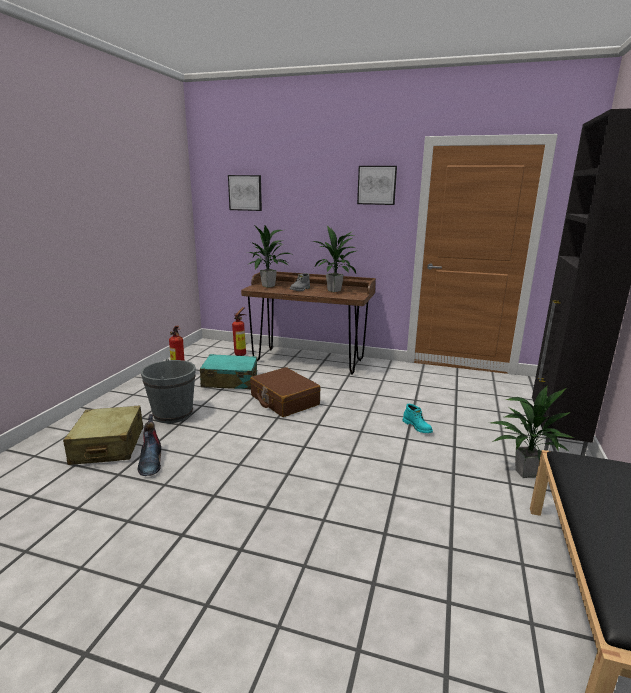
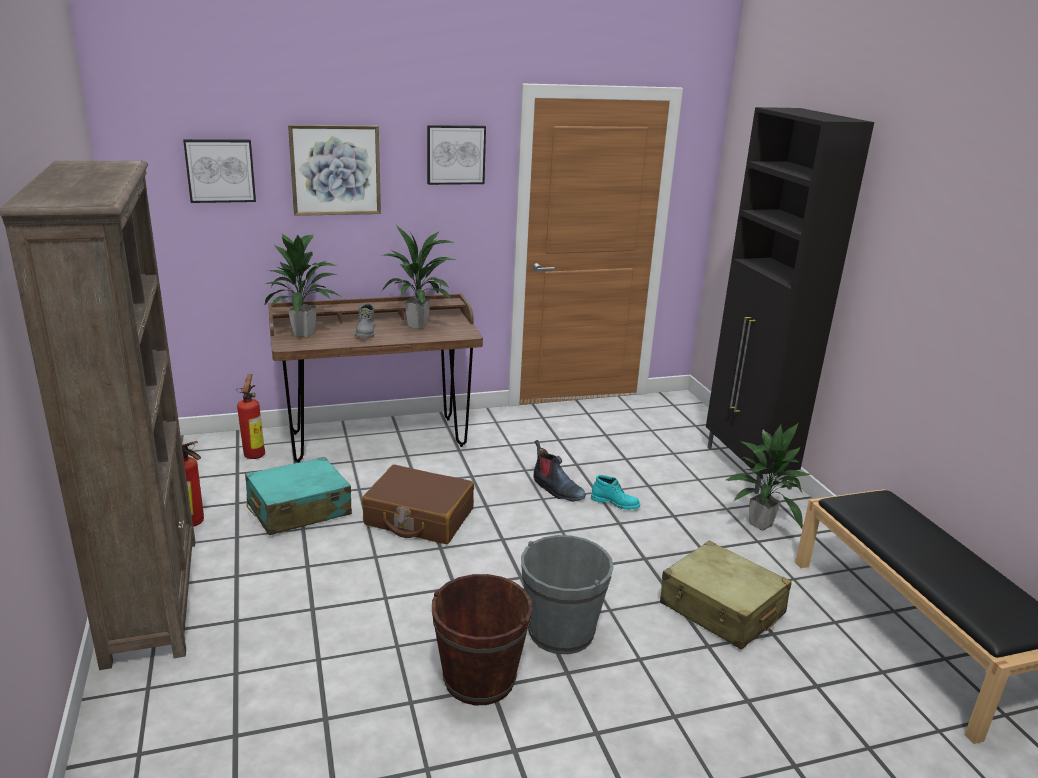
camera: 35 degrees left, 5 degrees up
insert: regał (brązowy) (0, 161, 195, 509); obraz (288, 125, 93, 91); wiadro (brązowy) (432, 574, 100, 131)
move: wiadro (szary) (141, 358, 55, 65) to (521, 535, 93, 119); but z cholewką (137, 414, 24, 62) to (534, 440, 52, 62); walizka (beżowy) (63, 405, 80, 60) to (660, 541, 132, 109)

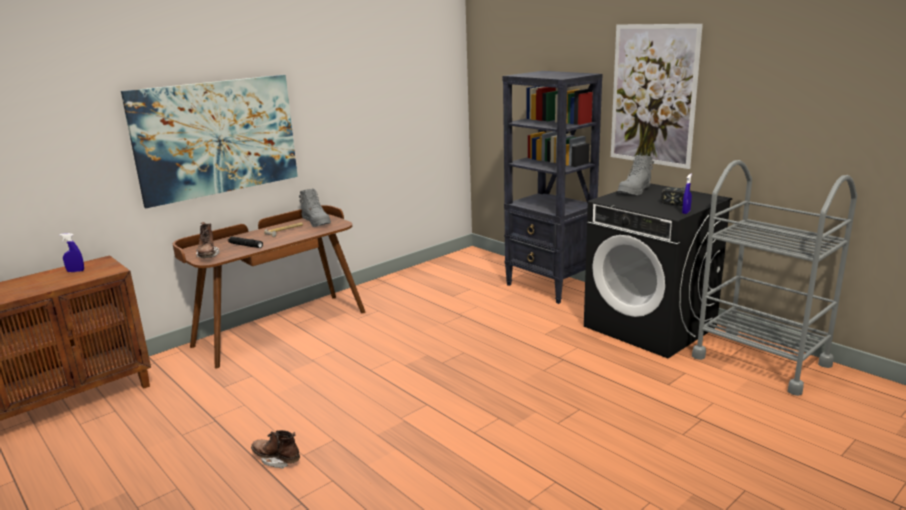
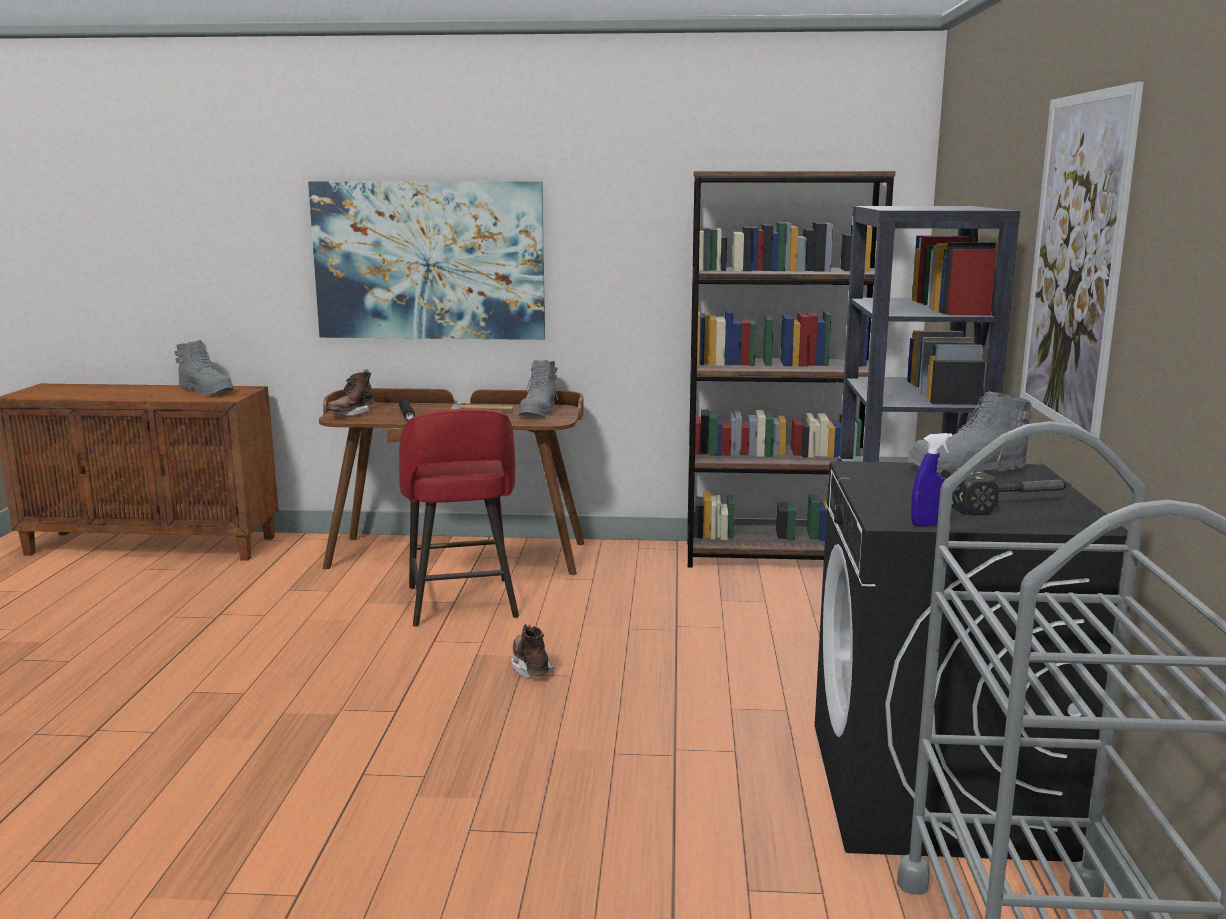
camera: 45 degrees right, 5 degrees down
insert: stołek (czerwony) (399, 409, 120, 218); regał (brązowy) (687, 171, 208, 397)
move: but z cholewką (brązowy) (251, 430, 49, 39) to (511, 624, 44, 55)
replace: spryskiwacz (niebieski) (59, 233, 25, 39) to but z cholewką (szary) (175, 340, 59, 56)

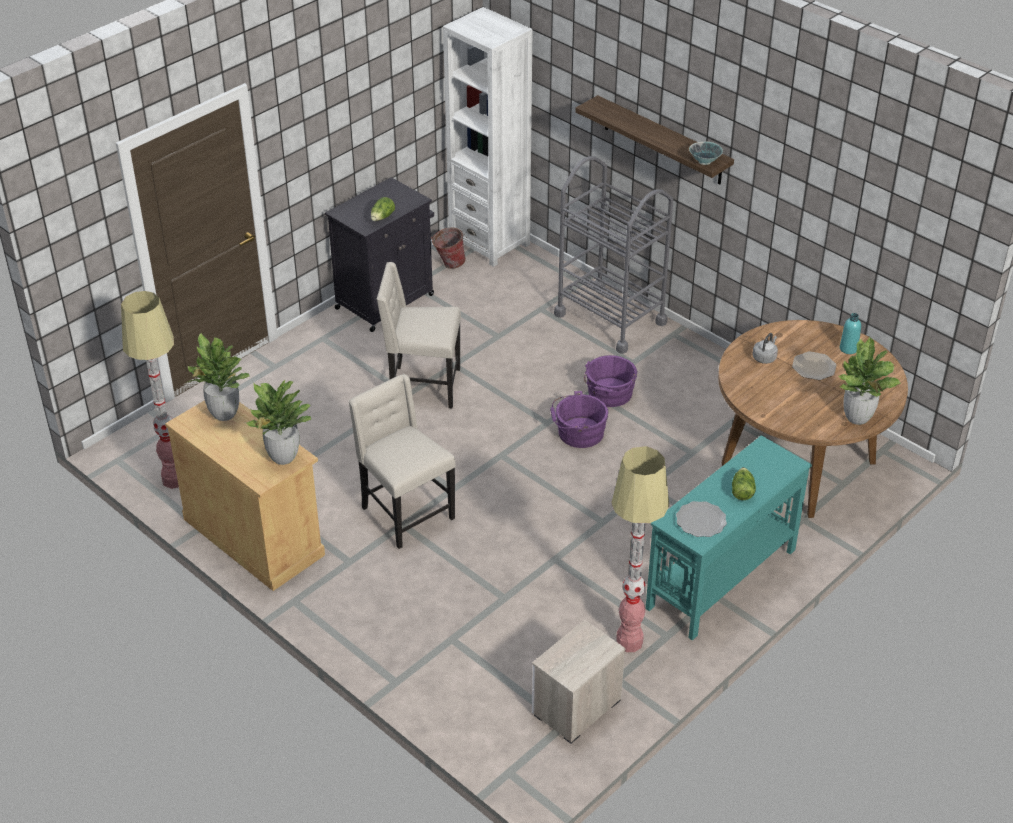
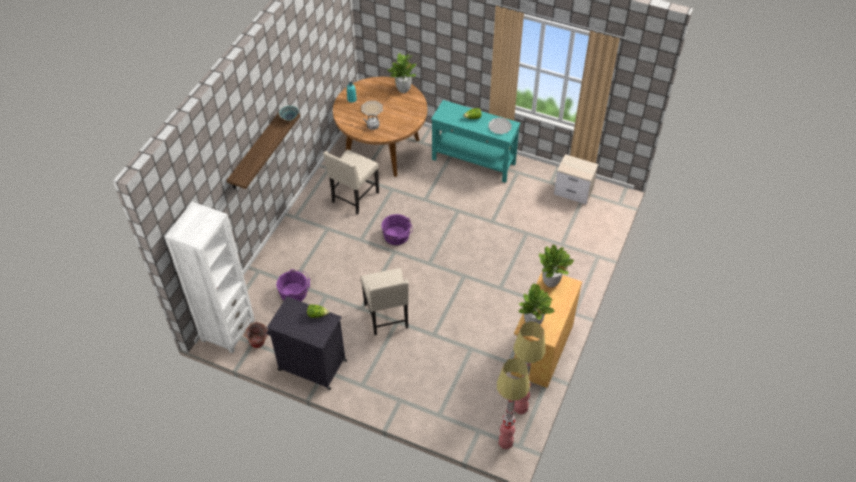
camera: 110 degrees left, 10 degrees up
delete: wózek (szary) (554, 156, 119, 198)
move: wiadro (fioletowy) (584, 355, 53, 52) to (276, 269, 34, 32); krzesło (beżowy) (349, 374, 107, 175) to (323, 149, 56, 66); lampa stojąca (611, 446, 59, 206) to (497, 358, 33, 91)

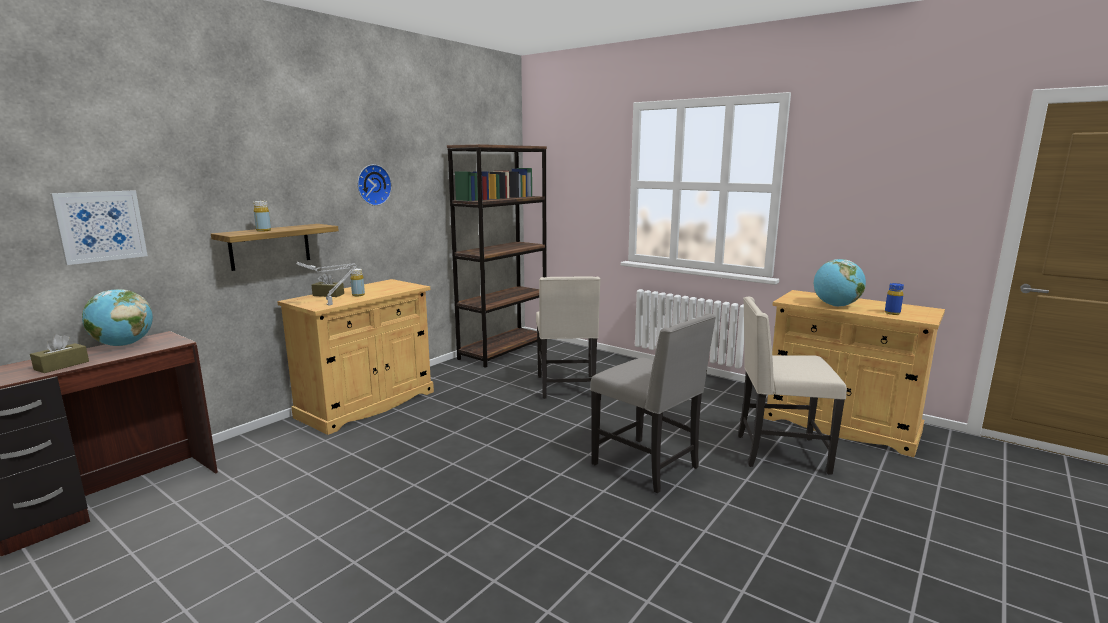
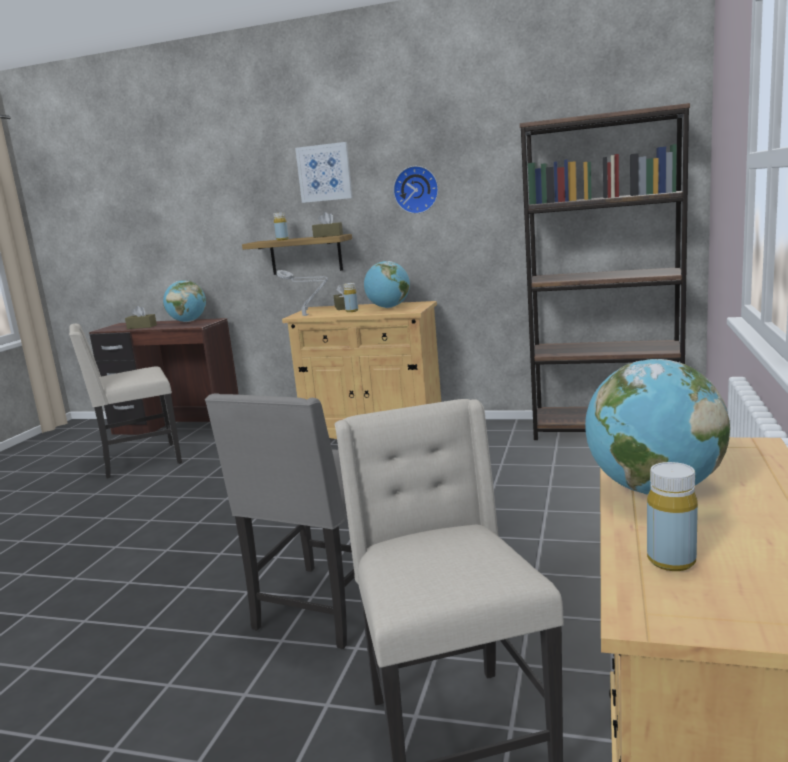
camera: 70 degrees right, 0 degrees up
insert: pudełko chusteczek (brązowy) (312, 212, 31, 26); globus (364, 261, 46, 47)
move: krzesło (beżowy) (536, 277, 65, 122) to (69, 324, 113, 154); obraz (50, 190, 98, 75) to (295, 142, 58, 61)
recolor: butelka (niebieski) (885, 283, 19, 32) to butelka (żółty) (647, 462, 51, 109)

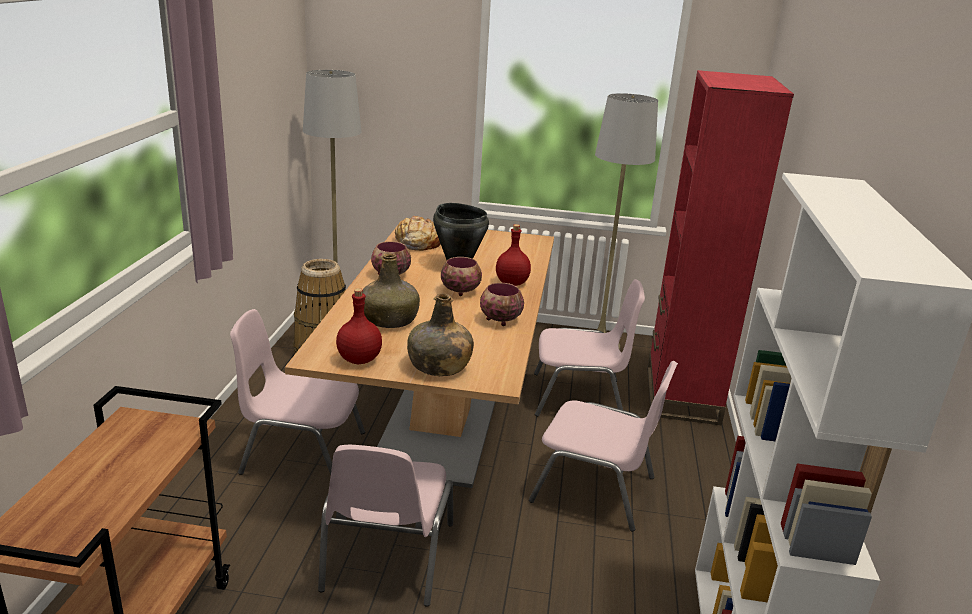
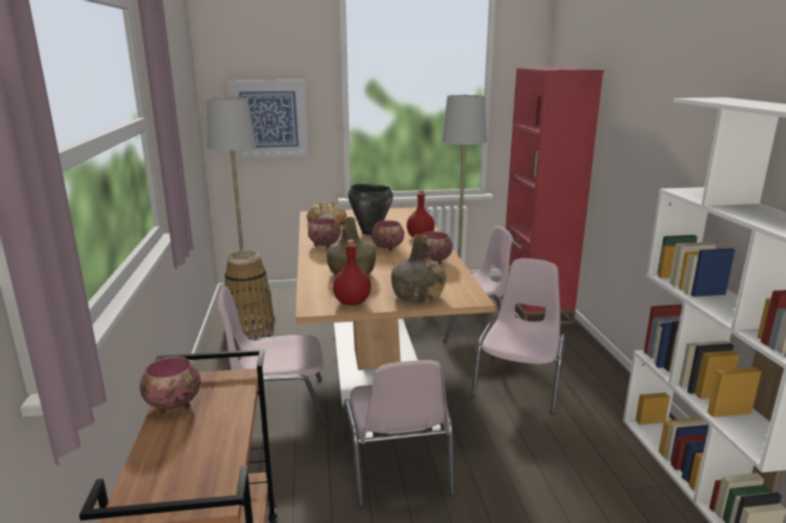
camera: 15 degrees left, 5 degrees down
insert: miska (140, 356, 61, 58); obraz (227, 80, 82, 78)
rotate: krzesło (różowy) (529, 361, 149, 170) = (471, 258, 94, 156) 75 degrees counterclockwise

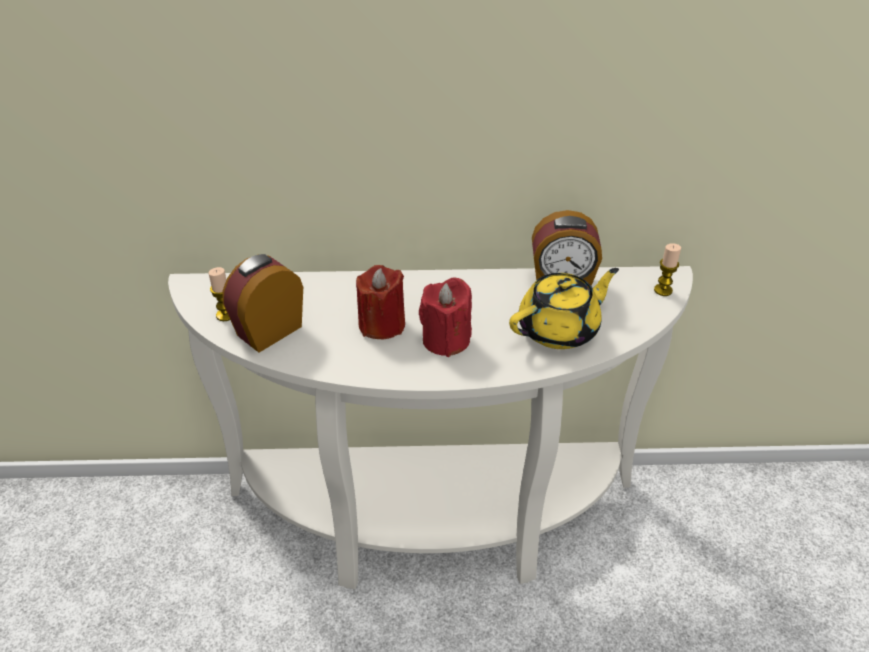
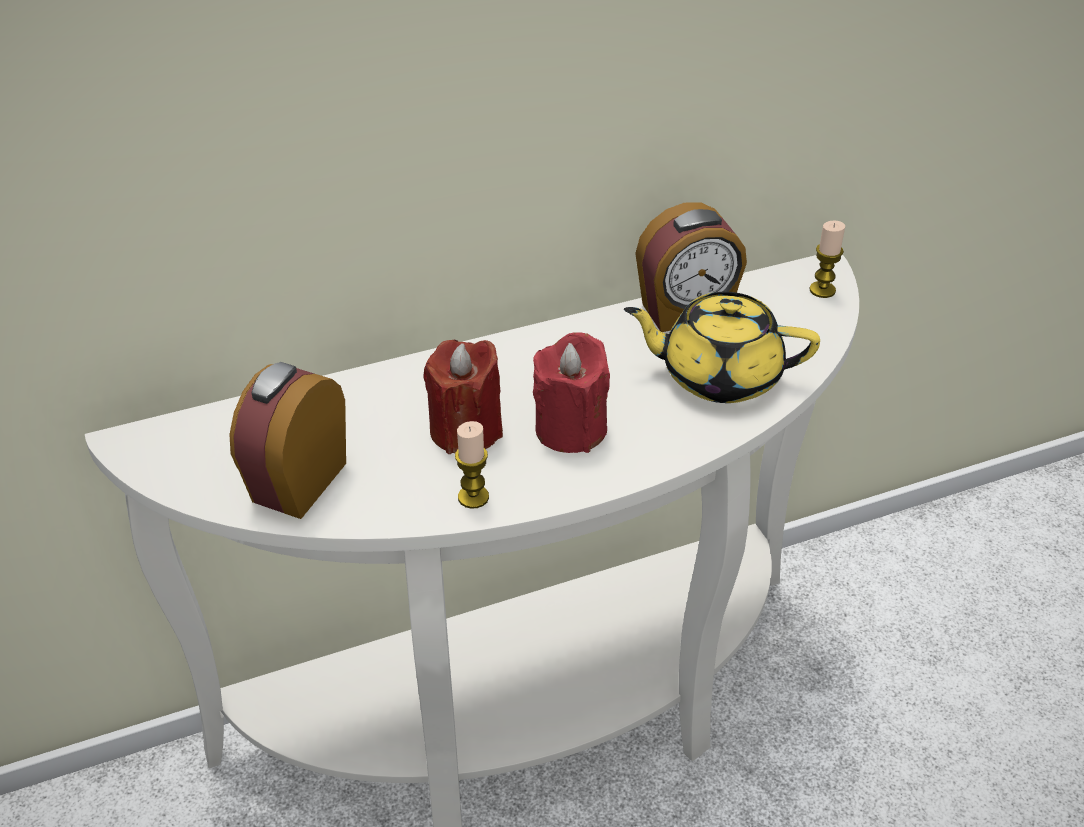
camera: 20 degrees left, 0 degrees up
move: świeca (208, 267, 22, 54) to (455, 421, 34, 88)
rotate: imbryk (żółty) (509, 268, 110, 81) = (624, 292, 196, 111) 120 degrees counterclockwise

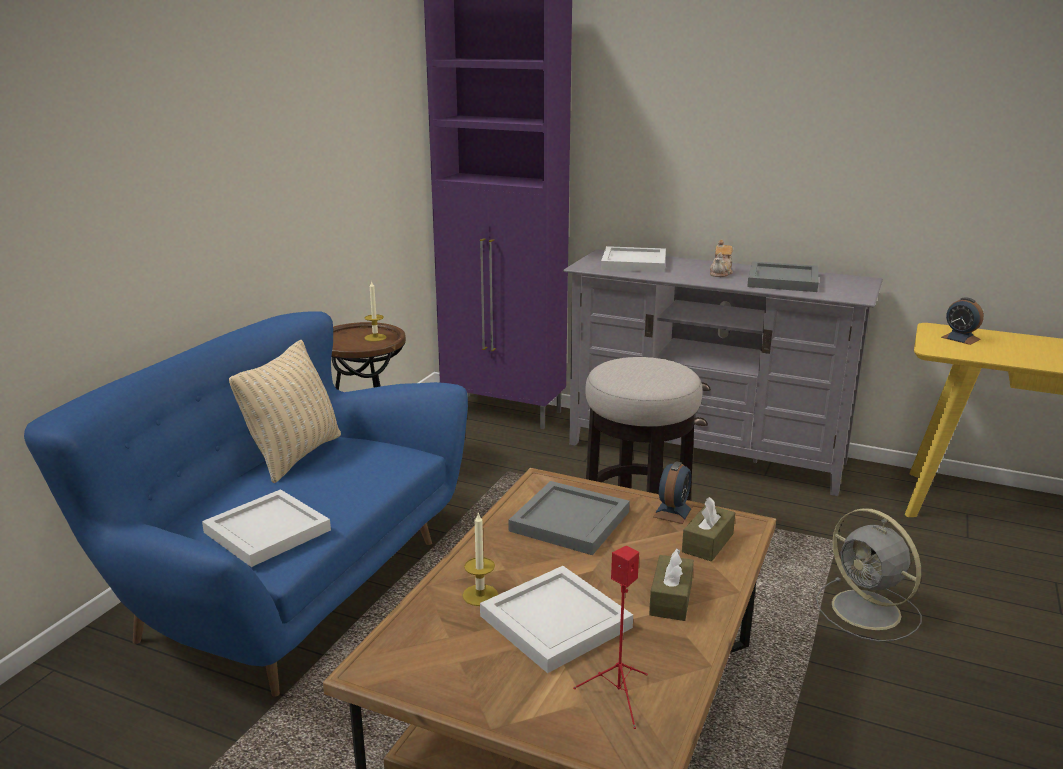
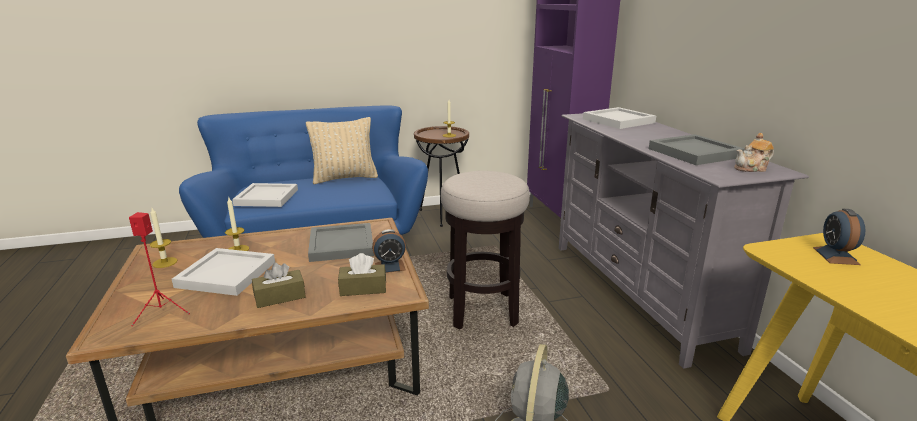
camera: 50 degrees right, 0 degrees up
insert: świeca (150, 208, 27, 60)
move: imbryk (710, 240, 23, 37) to (734, 133, 40, 39)

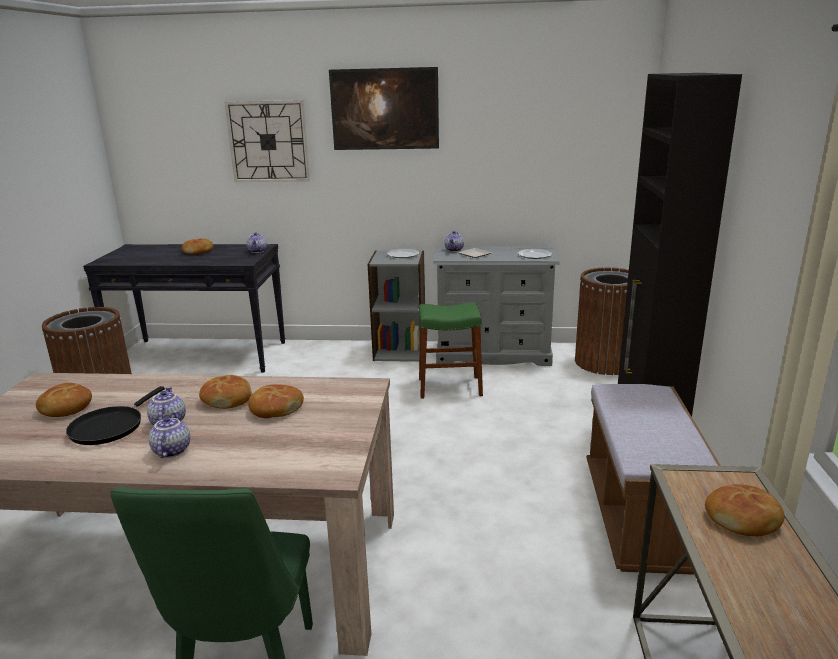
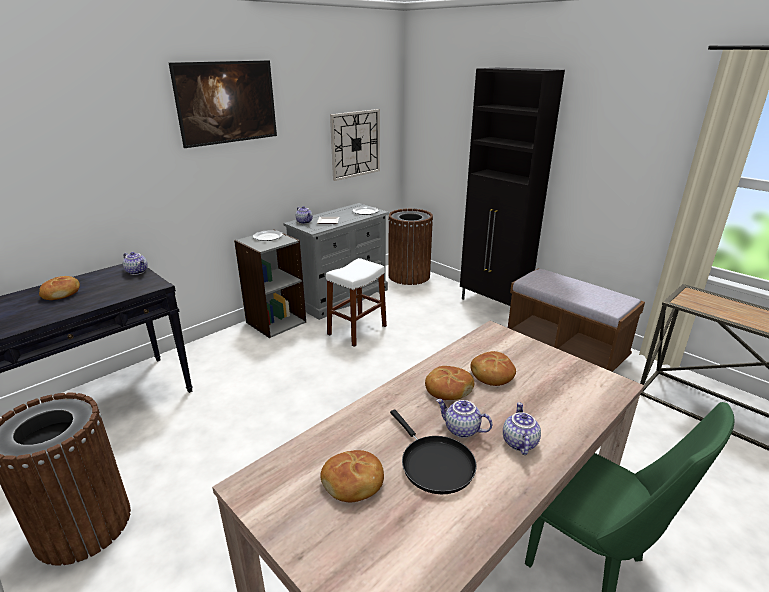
camera: 50 degrees left, 5 degrees up
delete: chleb (705, 484, 80, 53)
move: zegar ścienny (224, 100, 86, 82) to (330, 109, 50, 72)
recolor: stołek (zielony) (419, 302, 64, 97) to stołek (biały) (326, 258, 61, 89)
rotate: imbryk (149, 411, 41, 47) = (503, 402, 38, 53) 60 degrees clockwise

